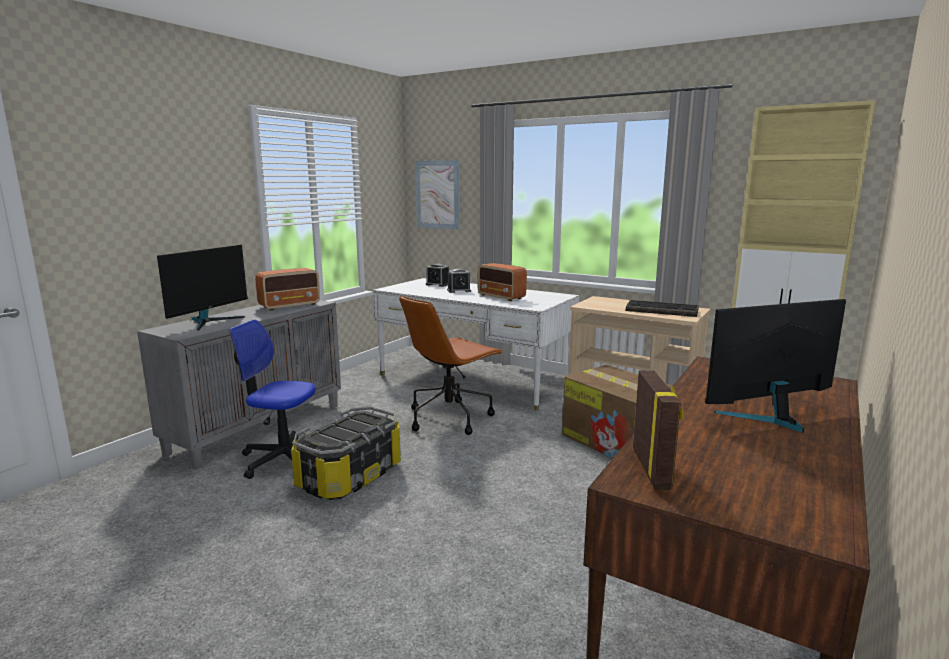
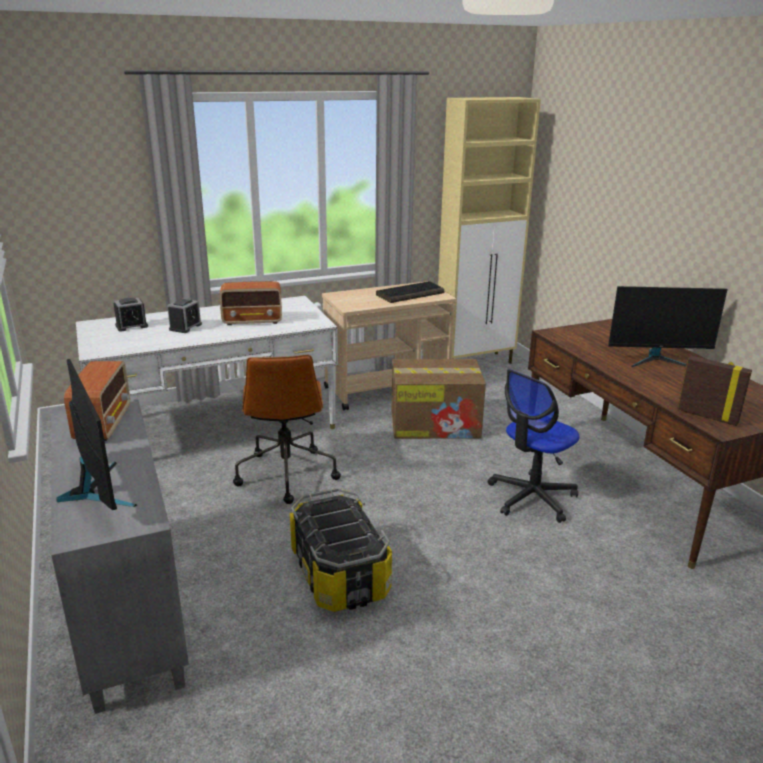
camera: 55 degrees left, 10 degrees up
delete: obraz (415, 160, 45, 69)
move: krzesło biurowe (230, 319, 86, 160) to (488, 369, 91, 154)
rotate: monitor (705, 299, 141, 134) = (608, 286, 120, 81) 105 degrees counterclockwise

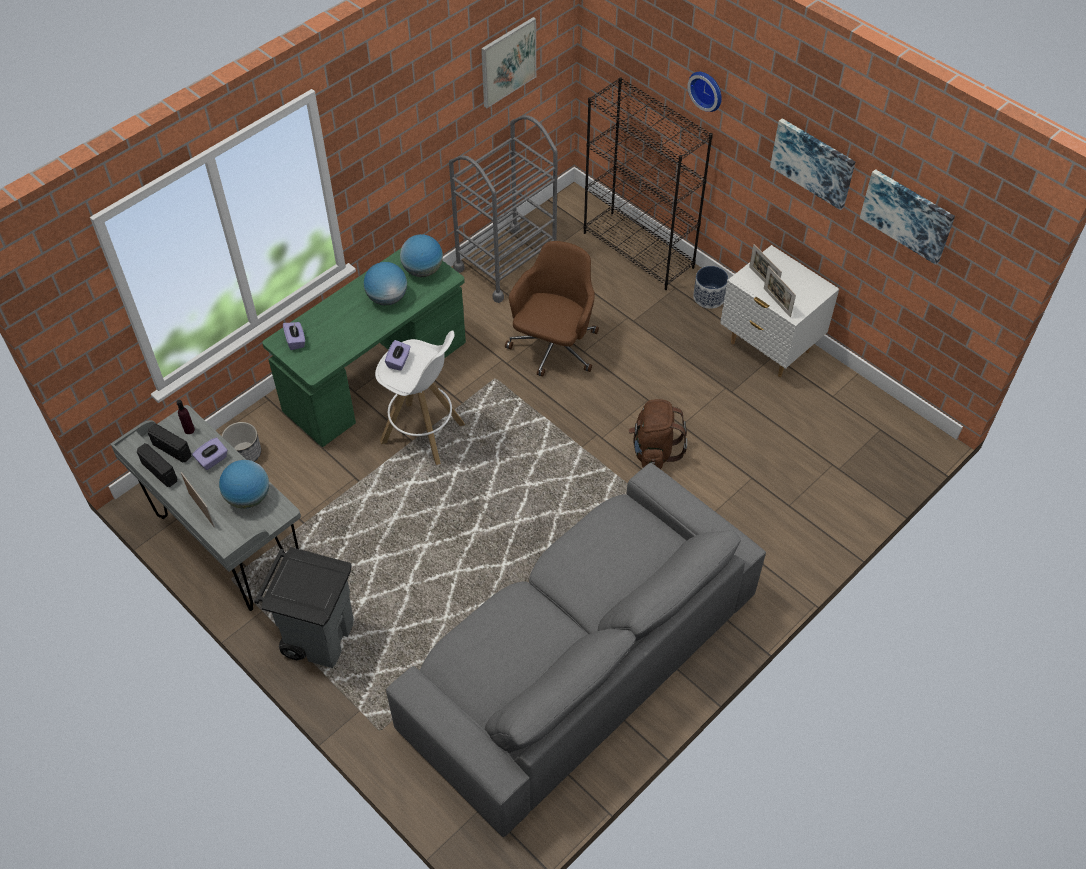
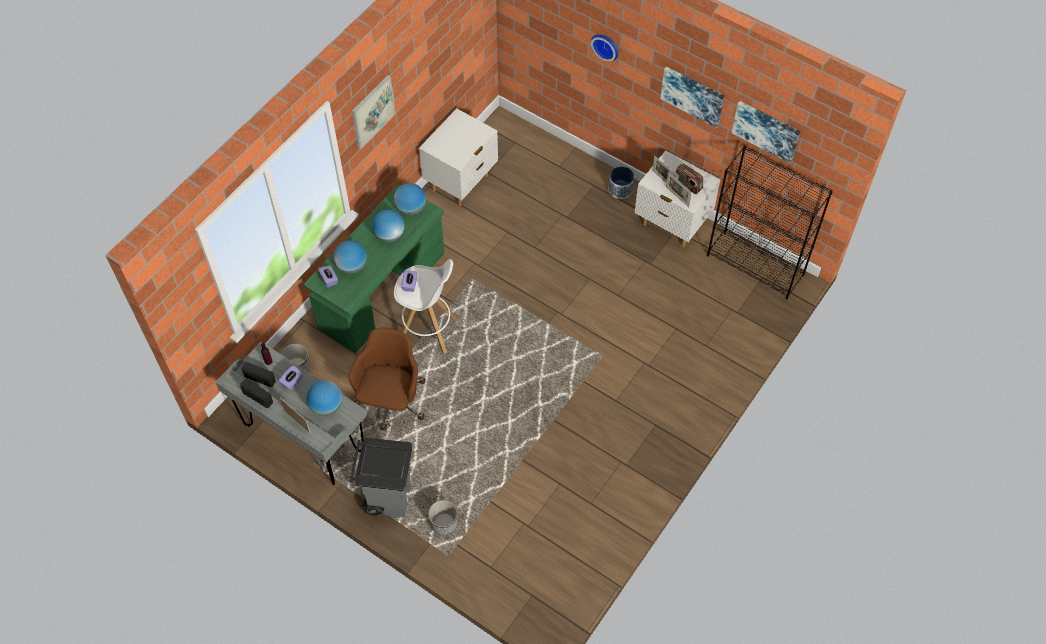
camera: 10 degrees left, 5 degrees up
delete: kanapa (szary) (386, 463, 380, 374); plecak (brązowy) (629, 399, 59, 70)
insert: globus (334, 241, 33, 33); donica (428, 500, 30, 35); radio (675, 164, 28, 30)
move: krzesło biurowe (brązowy) (505, 241, 94, 136) to (348, 328, 78, 103); obraz (481, 17, 55, 91) to (352, 75, 43, 74); regał (czarny) (584, 77, 129, 213) to (707, 145, 126, 155)
replace: wózek (szary) (449, 115, 109, 188) to szafka nocna (biały) (419, 109, 79, 97)

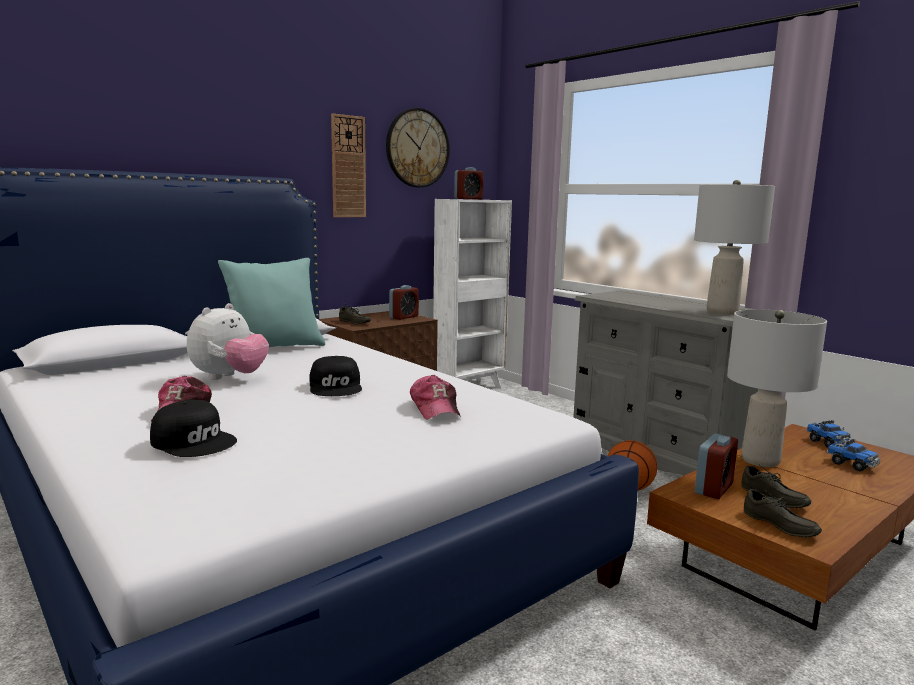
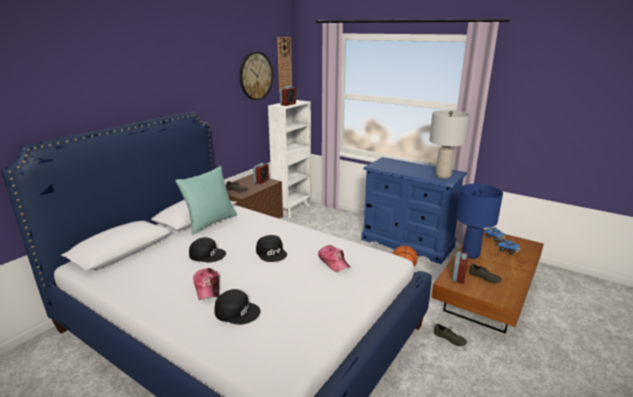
camera: 15 degrees left, 10 degrees up
move: zegar ścienny (331, 113, 35, 104) to (277, 37, 15, 56); but (szary) (744, 489, 78, 48) to (434, 323, 33, 23)
replace: pluszak (187, 303, 82, 77) to czapka z daszkiem (czarny) (189, 237, 37, 25)
recolor: komoda (szary) (573, 290, 185, 186) to komoda (niebieski) (361, 157, 106, 107); lampa stołowa (szary) (727, 309, 100, 158) to lampa stołowa (niebieski) (456, 184, 47, 75)

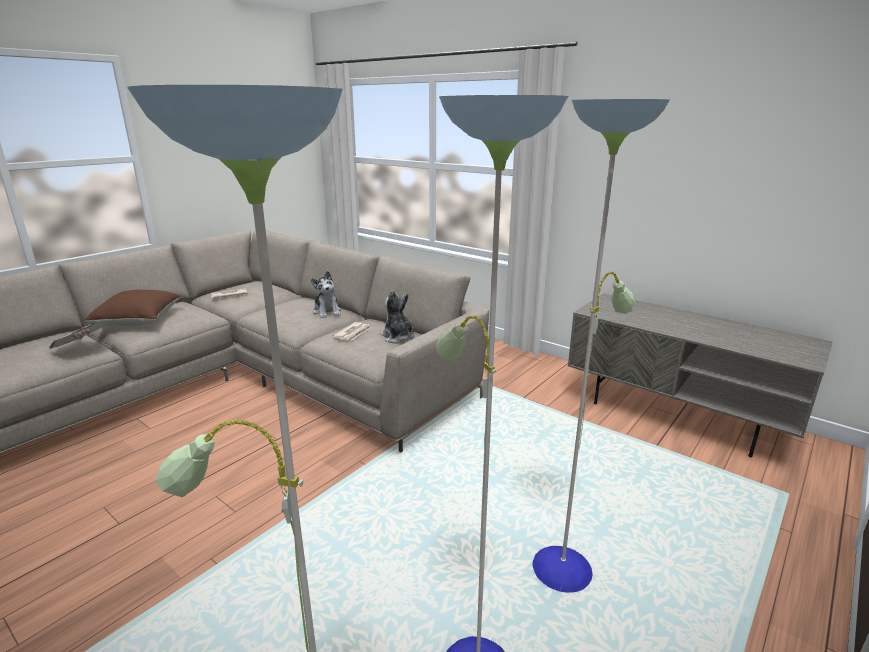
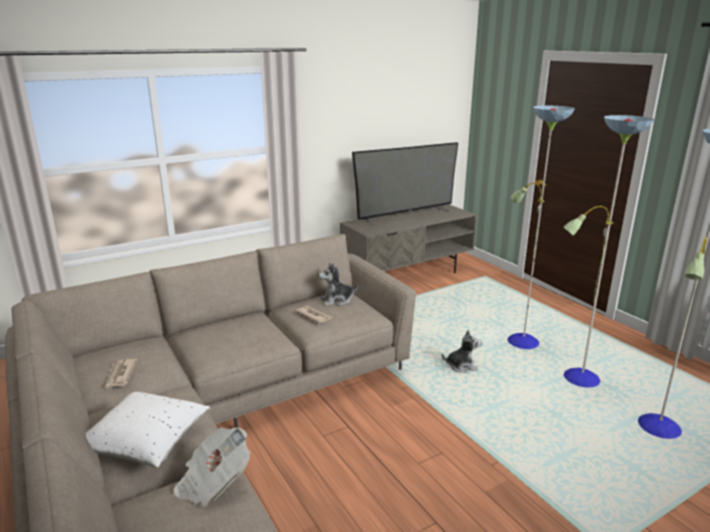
camera: 70 degrees left, 0 degrees up
insert: telewizor (352, 142, 106, 83)
move: pluszak (311, 271, 30, 47) to (442, 330, 40, 43)
recolor: poduszka (brązowy) (83, 290, 99, 36) to poduszka (biały) (86, 392, 124, 76)

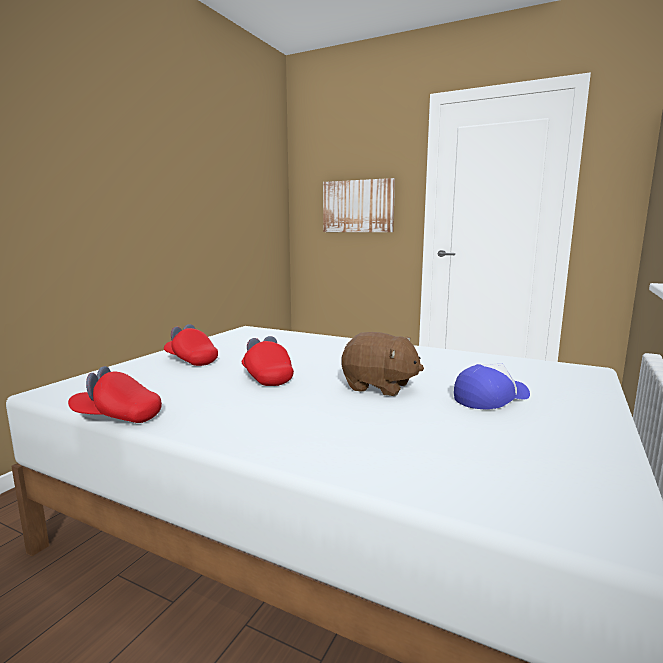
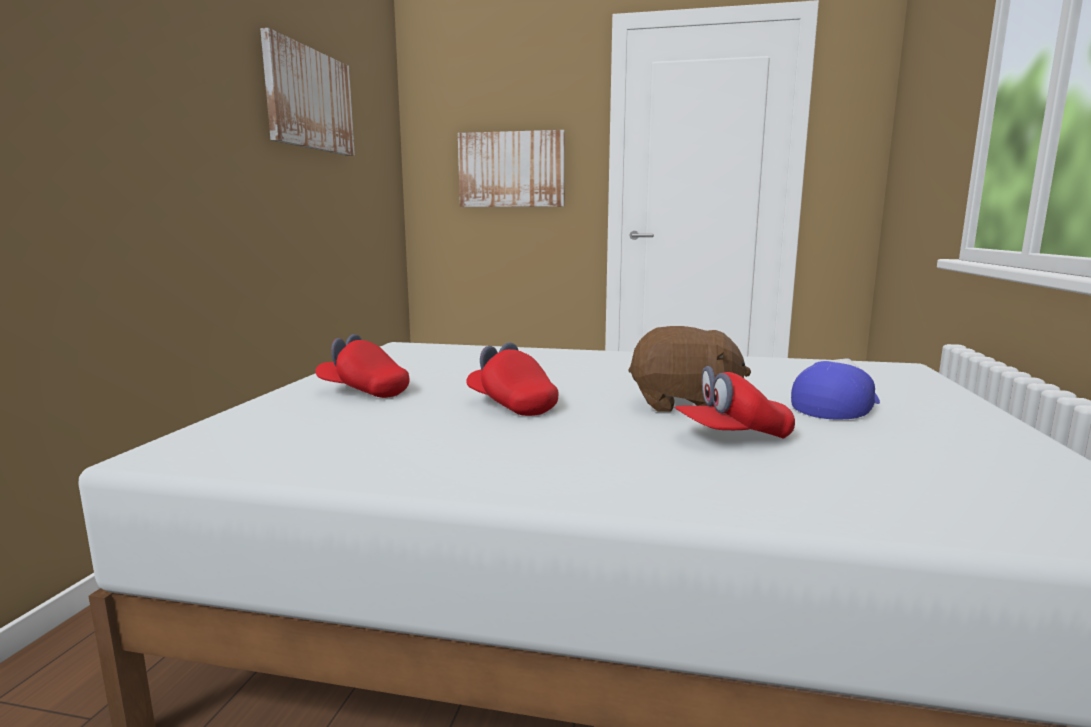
camera: 15 degrees left, 0 degrees up
insert: obraz (260, 28, 95, 128)
move: czapka z daszkiem (czerwony) (68, 366, 94, 57) to (674, 366, 121, 72)

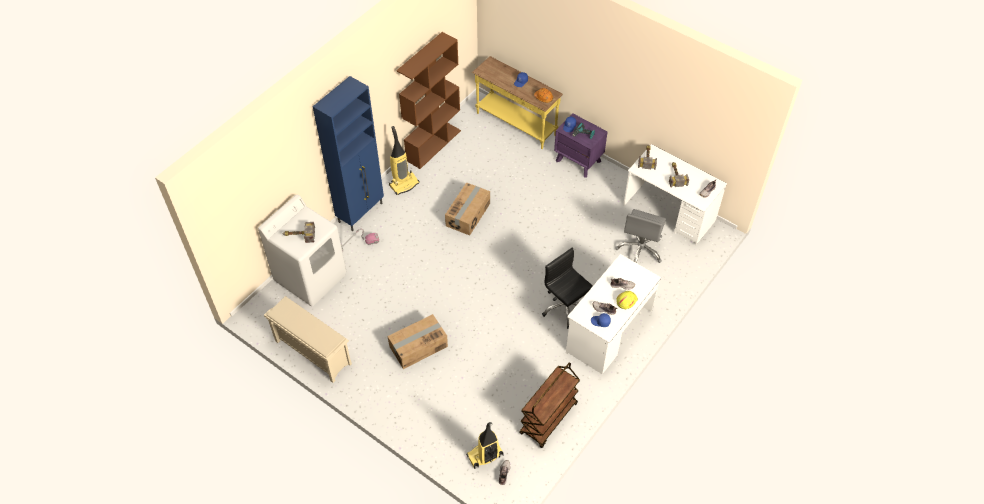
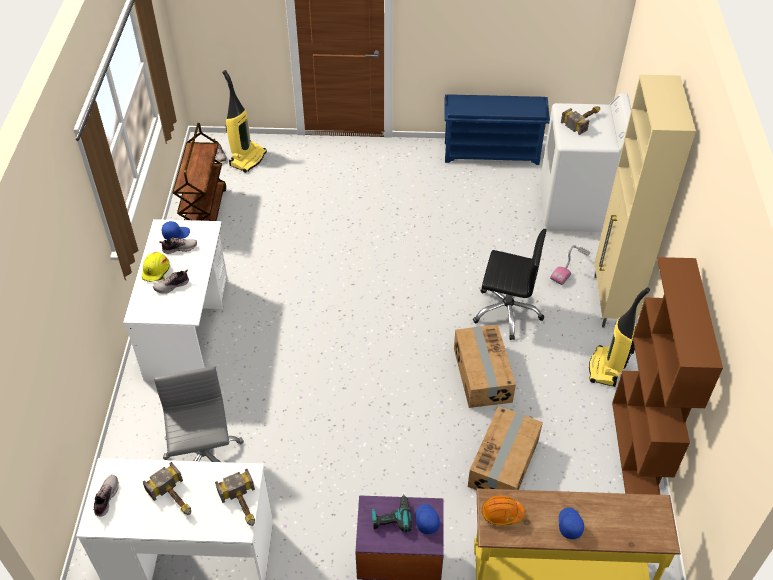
camera: 145 degrees right, 5 degrees down
move: karton (388, 314, 60, 55) to (468, 406, 75, 84); krzesło biurowe (czarny) (542, 248, 51, 81) to (473, 229, 74, 111)
recolor: regał na buty (beżowy) (264, 296, 88, 87) to regał na buty (niebieski) (445, 94, 105, 71); szafka (niebieski) (313, 76, 71, 155) to szafka (beżowy) (594, 75, 102, 253)

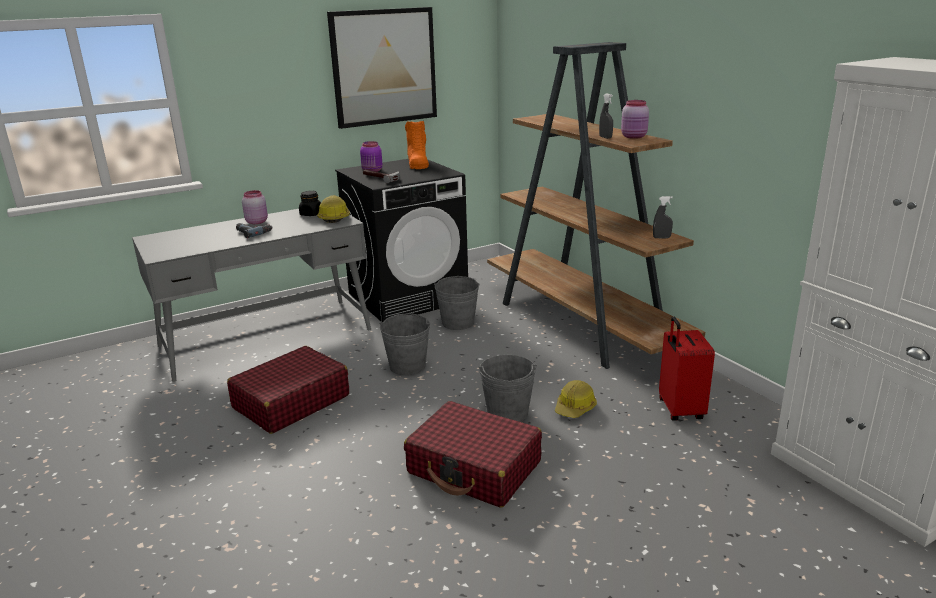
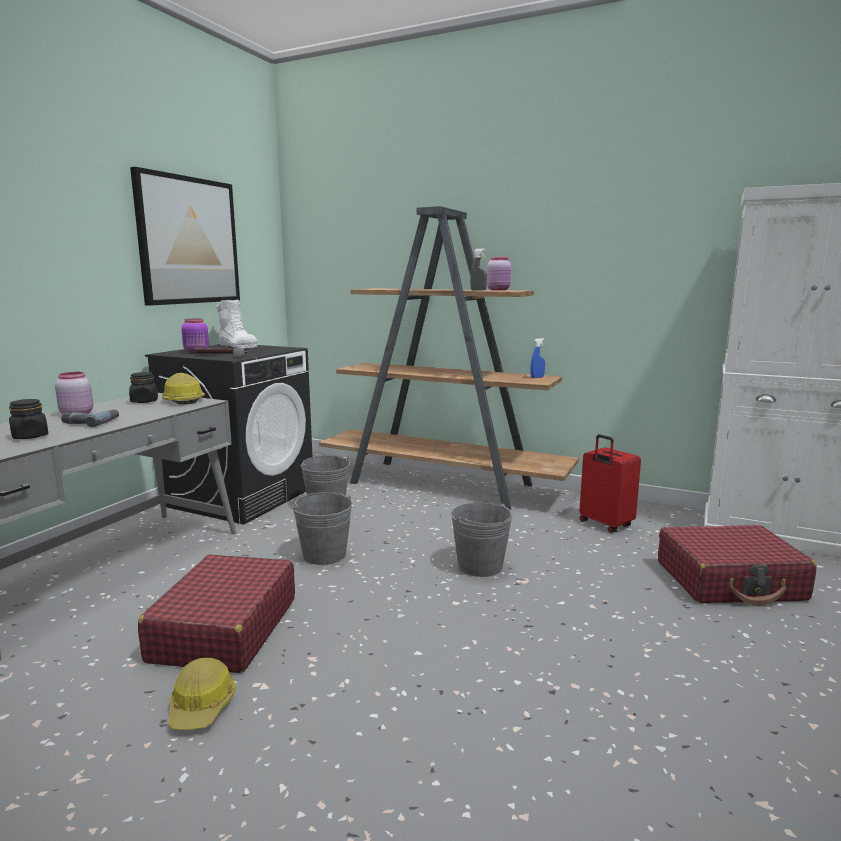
camera: 35 degrees left, 10 degrees down
insert: słoik (czarny) (9, 399, 39, 40)
move: kask (555, 380, 42, 38) to (168, 658, 68, 72); walizka (czerwony) (404, 401, 138, 107) to (658, 525, 159, 81)
recolor: but z cholewką (pomarańczowy) (405, 121, 24, 48) to but z cholewką (biały) (217, 300, 41, 48); spryskiwacz (szary) (653, 196, 20, 42) to spryskiwacz (niebieski) (530, 338, 15, 40)

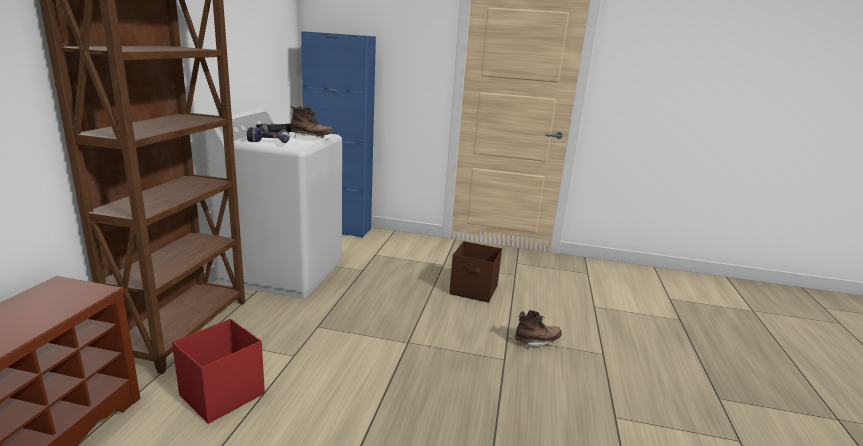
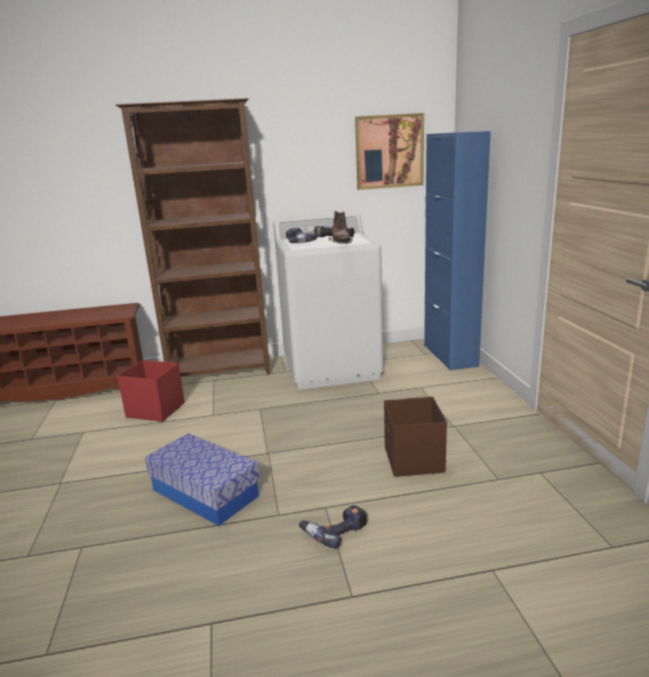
camera: 70 degrees right, 0 degrees up
insert: pojemnik do przechowywania (145, 433, 115, 93); obraz (355, 113, 69, 77)
replace: but z cholewką (brązowy) (515, 310, 47, 39) to wiertarka (299, 505, 68, 44)

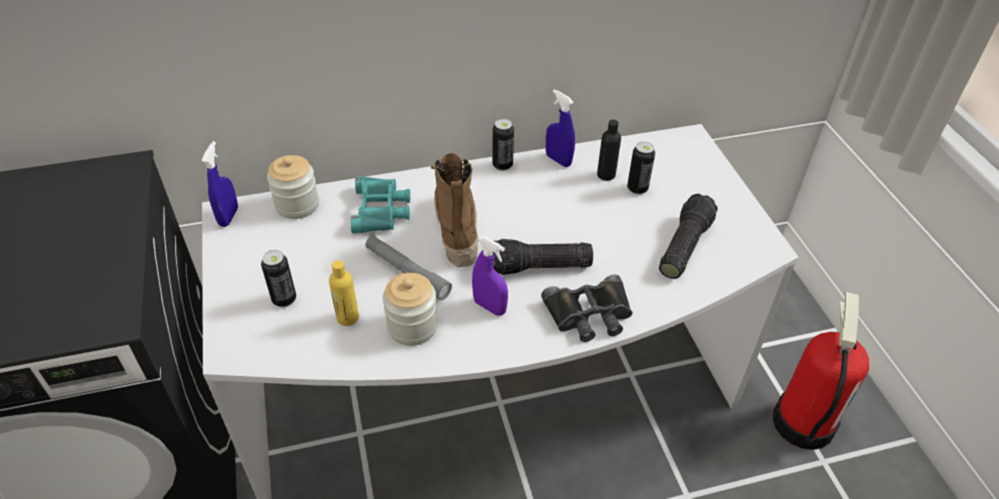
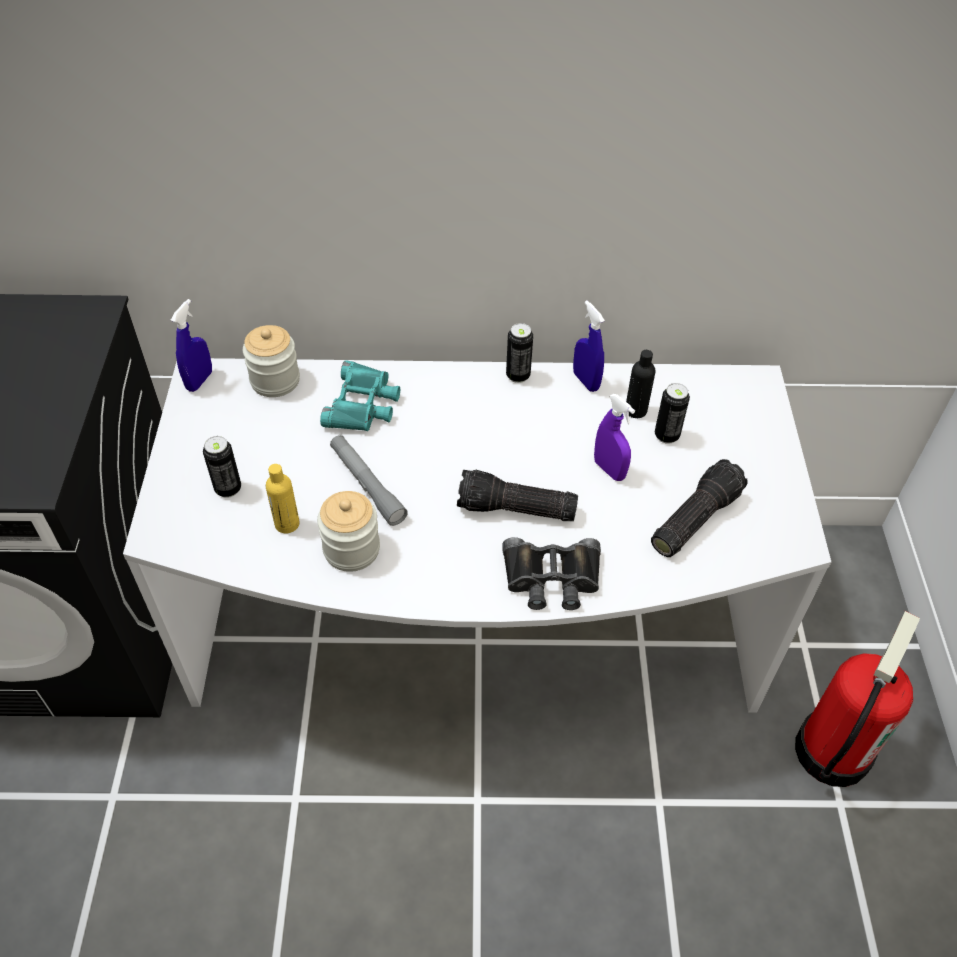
camera: 15 degrees right, 5 degrees up
delete: but z cholewką (431, 153, 47, 114)
move: spryskiwacz (fioletowy) (472, 236, 36, 80) to (594, 394, 41, 87)

